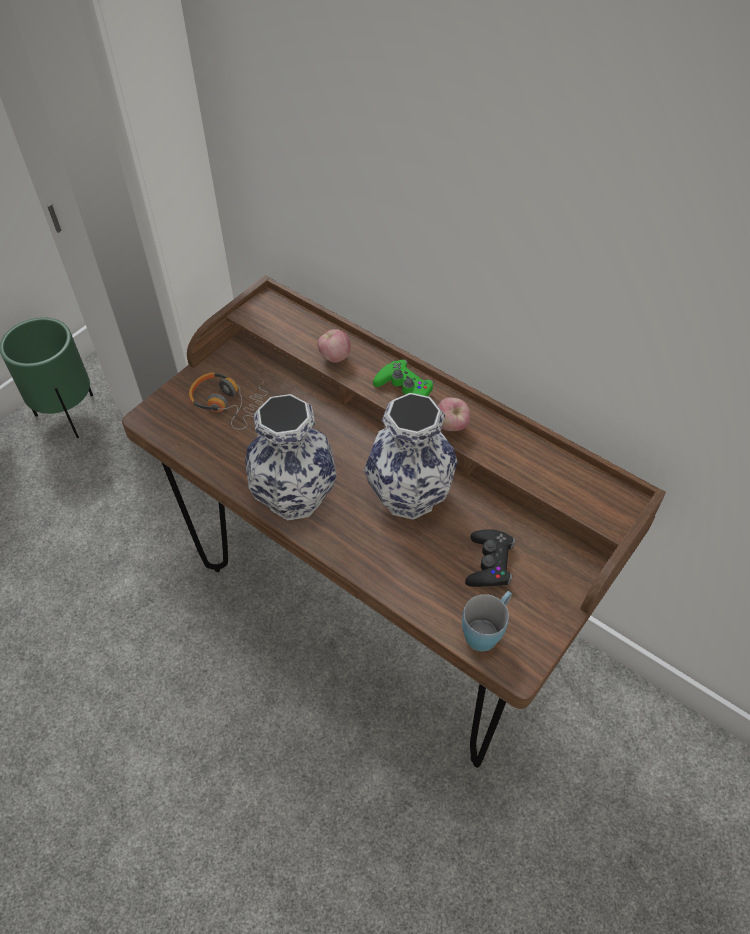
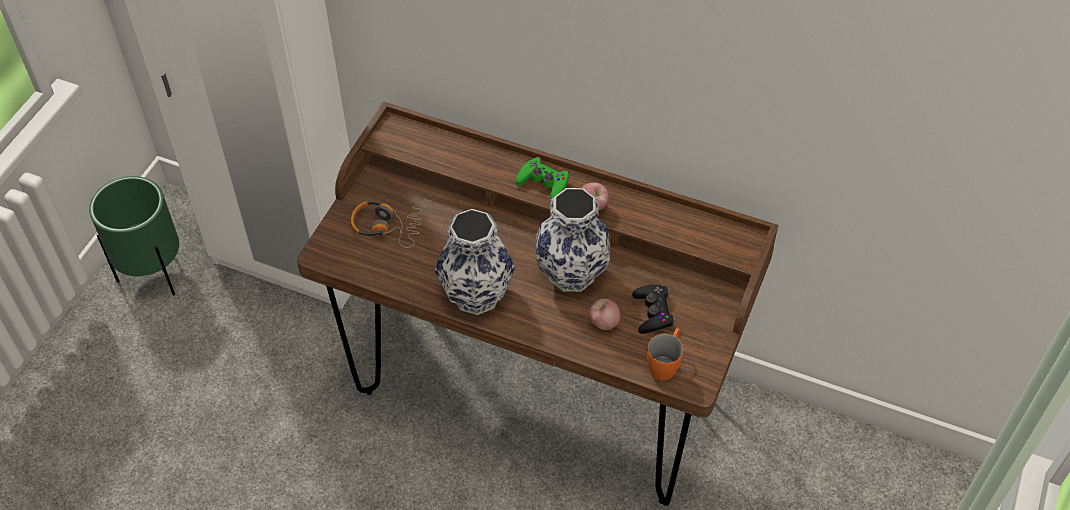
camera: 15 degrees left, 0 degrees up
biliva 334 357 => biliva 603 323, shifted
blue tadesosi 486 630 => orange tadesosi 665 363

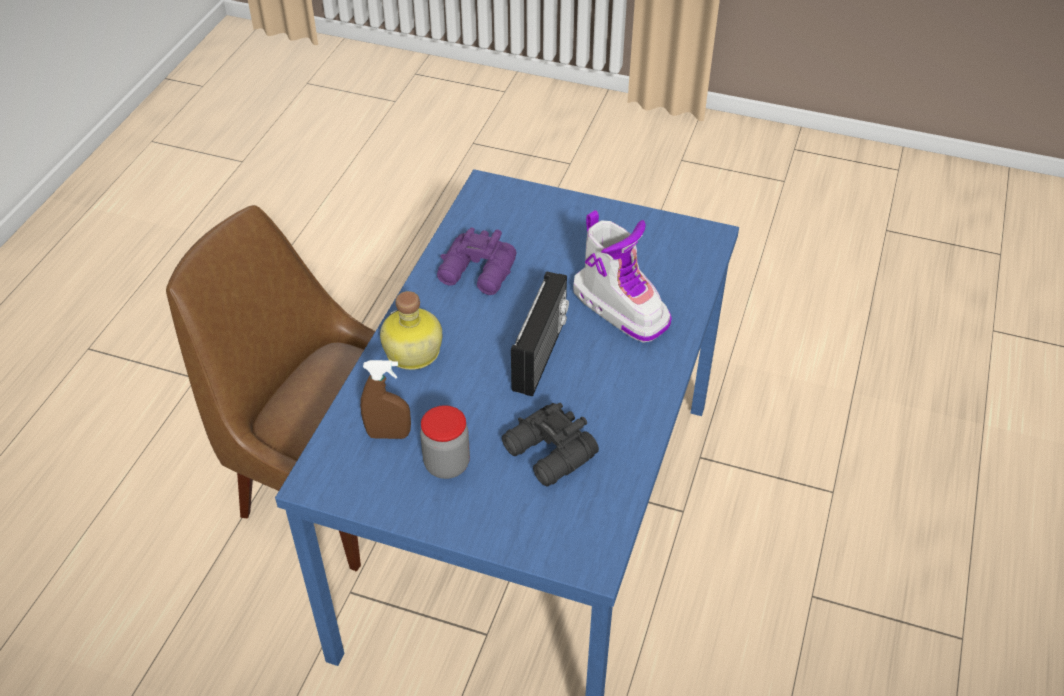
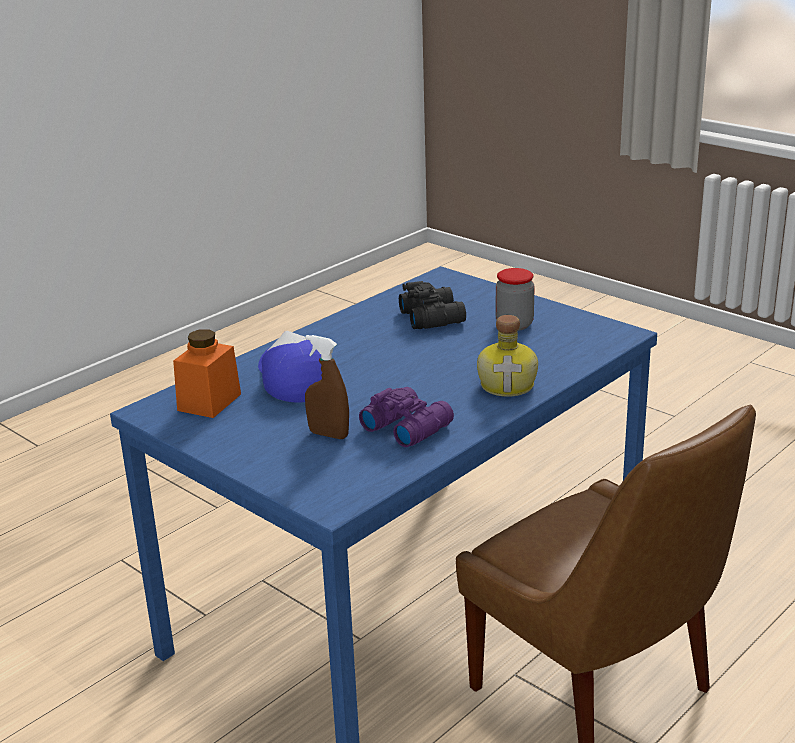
camera: 155 degrees left, 20 degrees down
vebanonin 541 354 => nothing
nothing => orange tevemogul 209 402
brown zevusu 388 434 => brown zevusu 328 434, shifted
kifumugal 621 307 => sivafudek 294 378

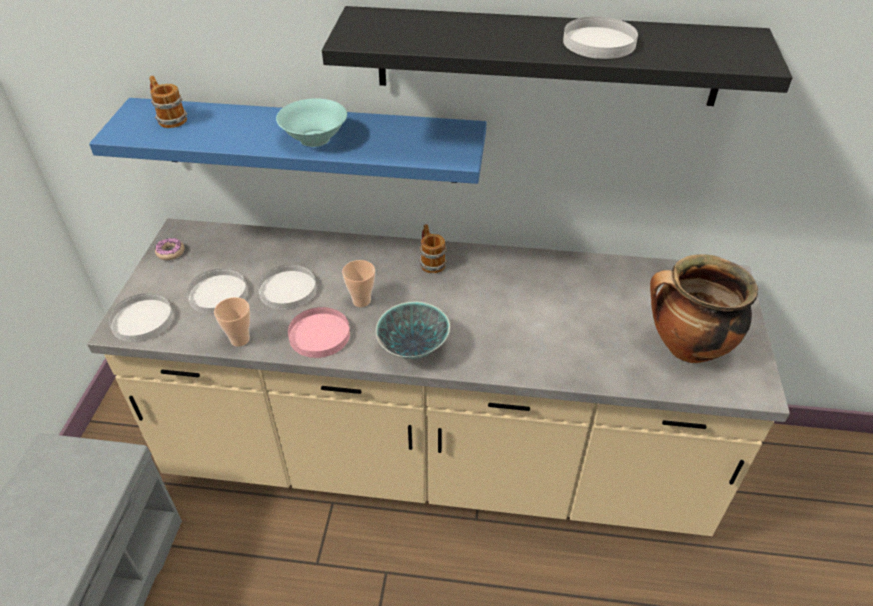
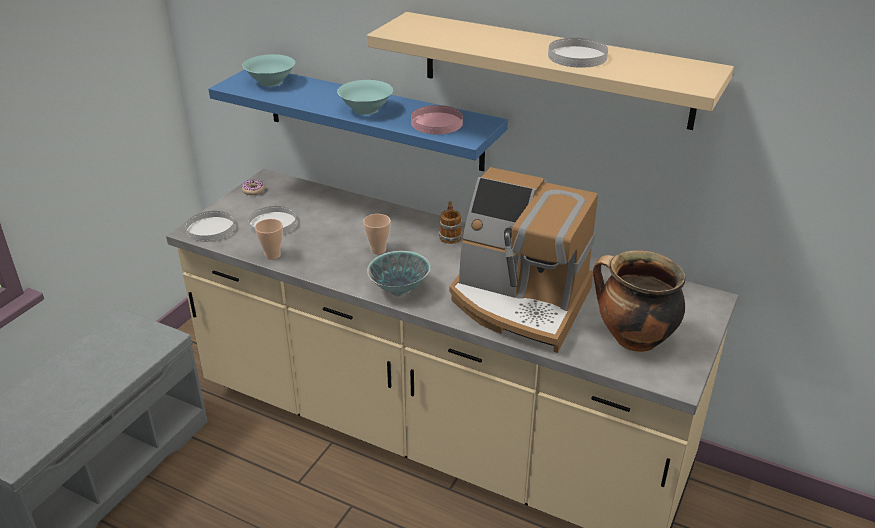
camera: 20 degrees right, 10 degrees down
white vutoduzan 287 290 => nothing
nothing => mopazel 520 302
pink vutoduzan 319 335 => pink vutoduzan 437 123, shifted
tadesosi 169 118 => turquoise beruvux 271 82
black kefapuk 547 56 => beige kefapuk 555 69

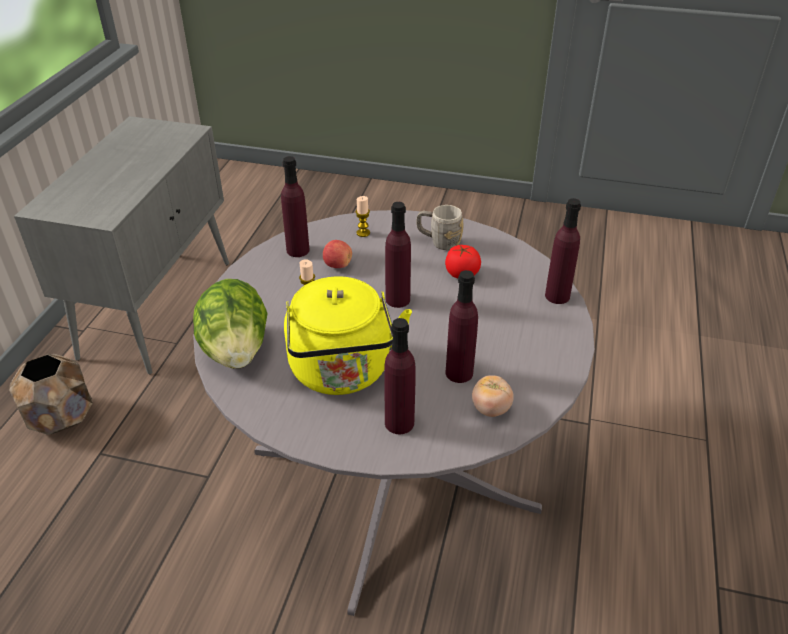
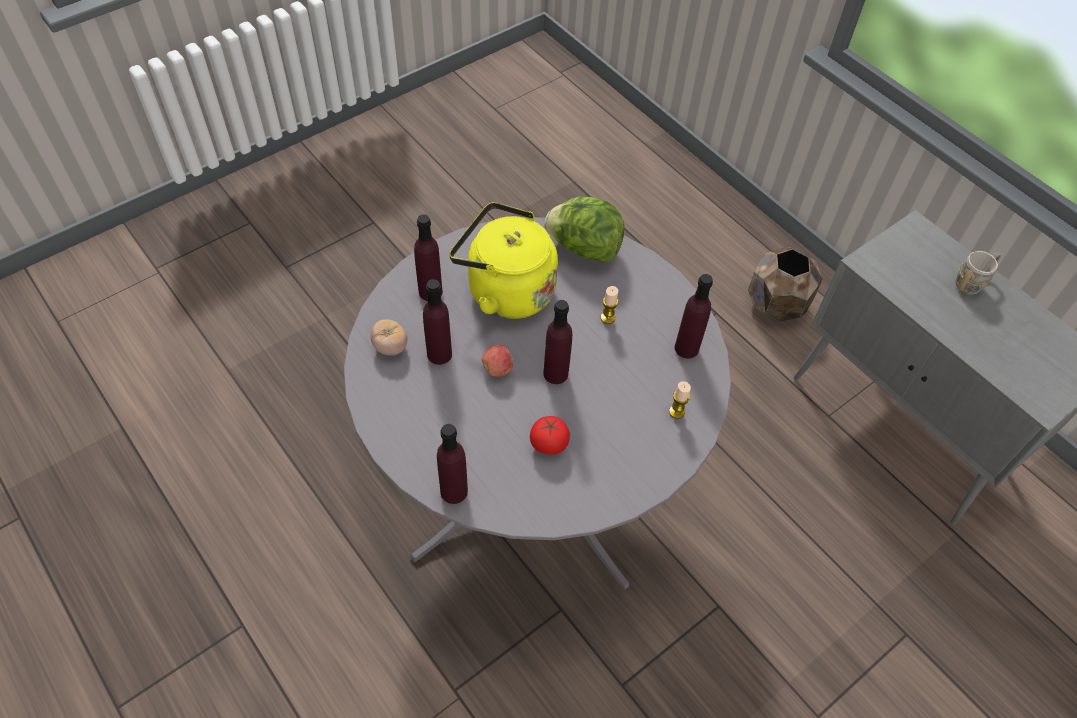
camera: 125 degrees right, 15 degrees up
biliva 337 265 => biliva 498 368, shifted
grey tadesosi 439 242 => grey tadesosi 972 282, shifted

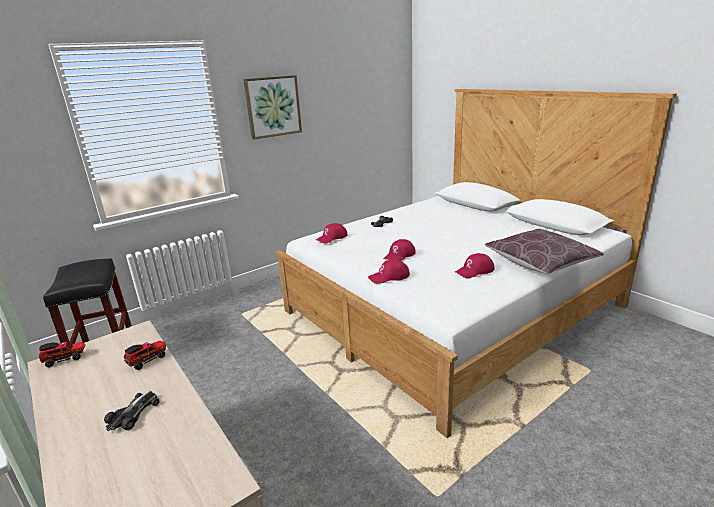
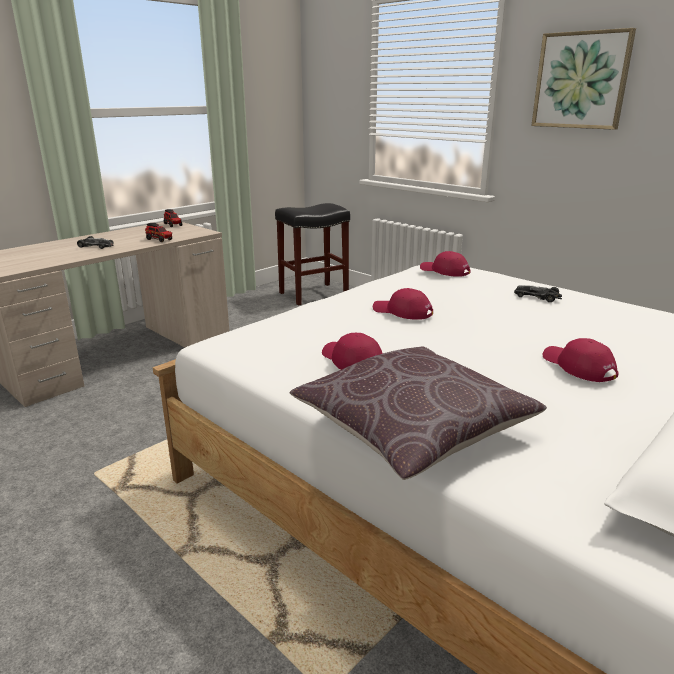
camera: 80 degrees right, 0 degrees up
red sivafudek 389 277 => red sivafudek 578 366, shifted

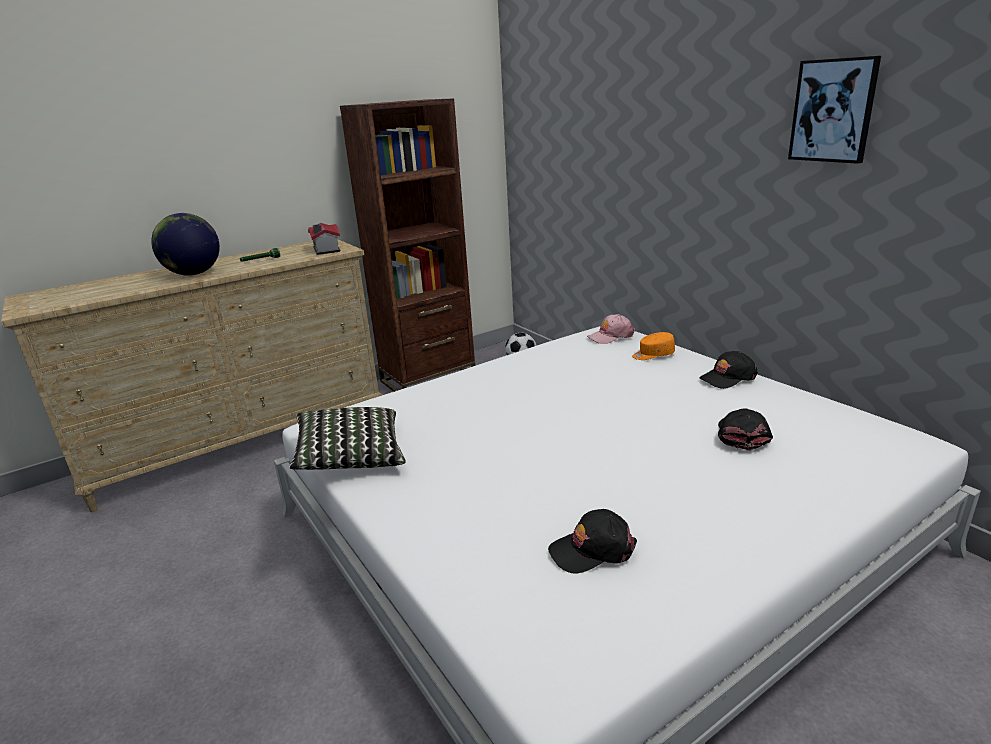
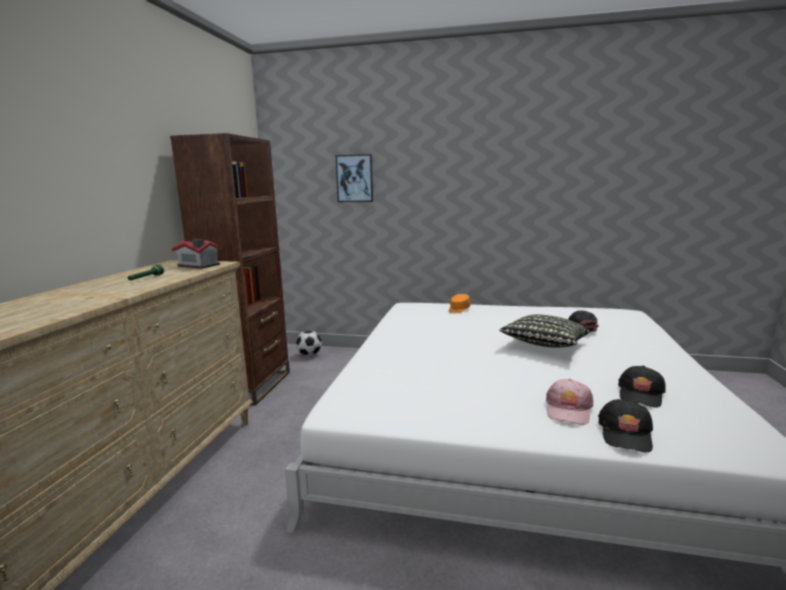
camera: 45 degrees left, 10 degrees down
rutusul 194 274 => nothing
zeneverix 351 457 => zeneverix 544 345, shifted
pink sivafudek 610 336 => pink sivafudek 568 409, shifted
black sivafudek 728 377 => black sivafudek 625 433, shifted
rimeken 833 111 => rimeken 355 178, shifted

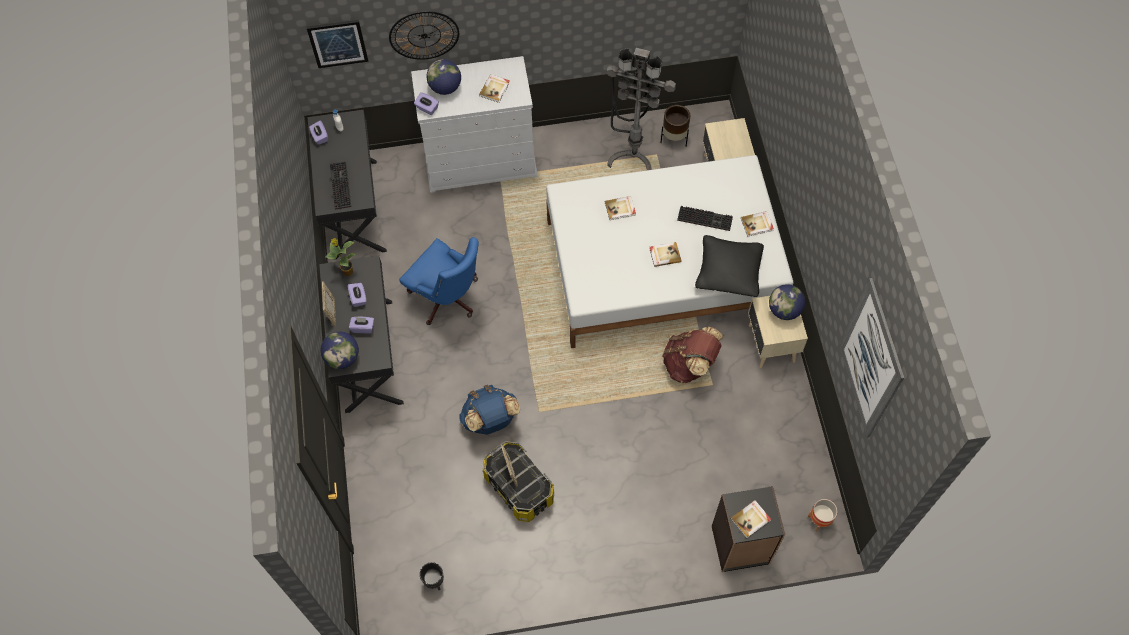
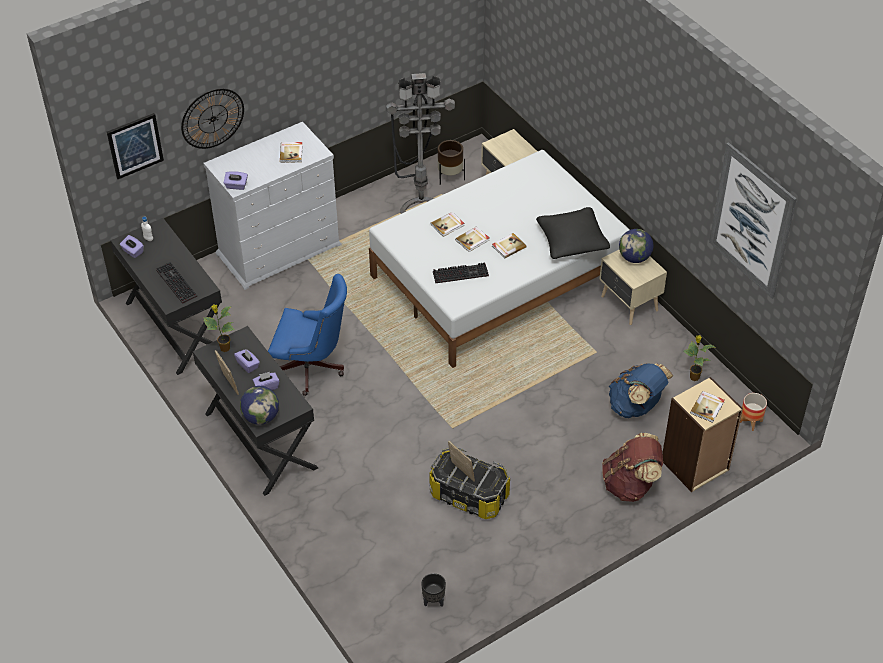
camera: 25 degrees left, 15 degrees down
rutusul 445 88 => nothing
nothing => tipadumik 694 377
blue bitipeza 490 420 => blue bitipeza 636 406, shifted
brown bitipeza 689 365 => brown bitipeza 630 485, shifted
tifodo 706 218 => tifodo 461 273, shifted
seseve 757 224 => seseve 473 240, shifted
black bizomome 740 545 => beige bizomome 695 466

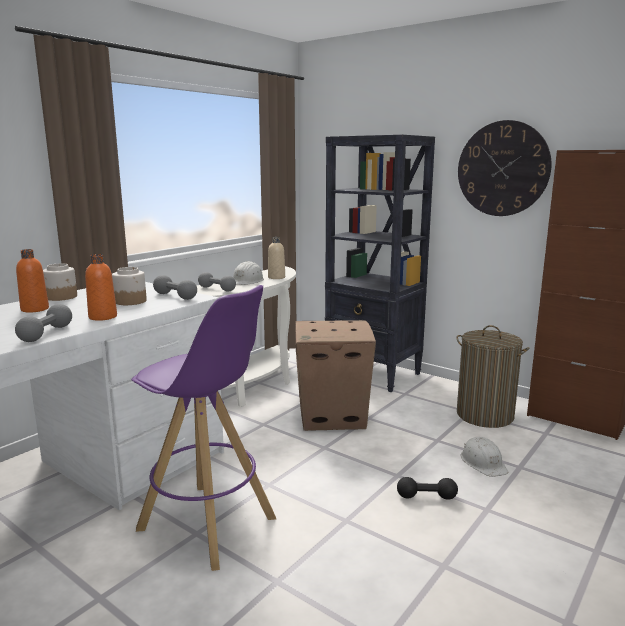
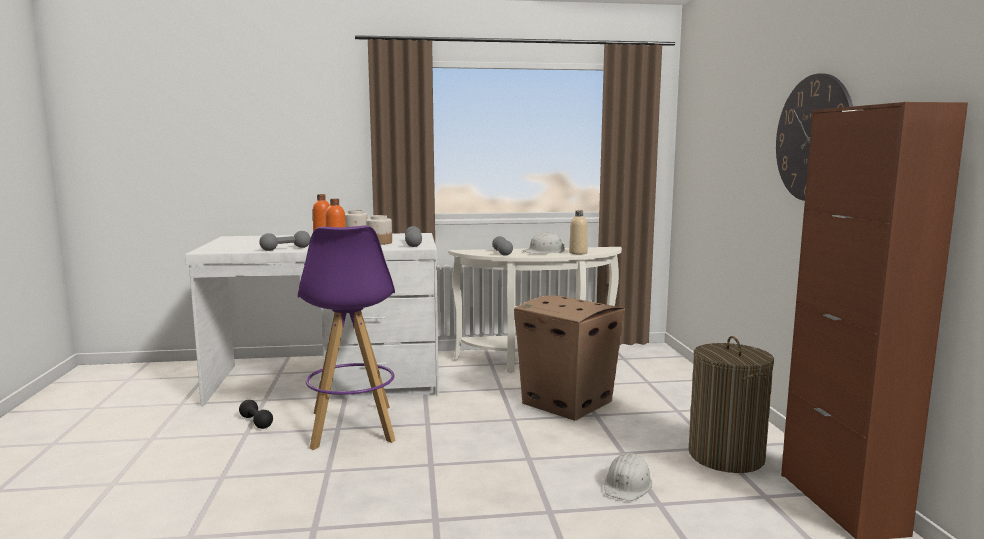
camera: 45 degrees right, 5 degrees down
black bizomome 373 374 => nothing
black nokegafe 426 497 => black nokegafe 256 422, shifted

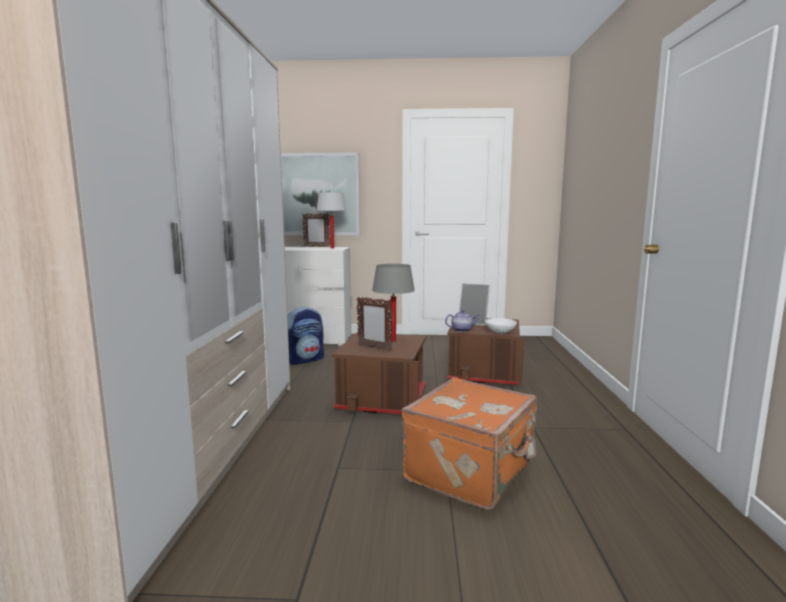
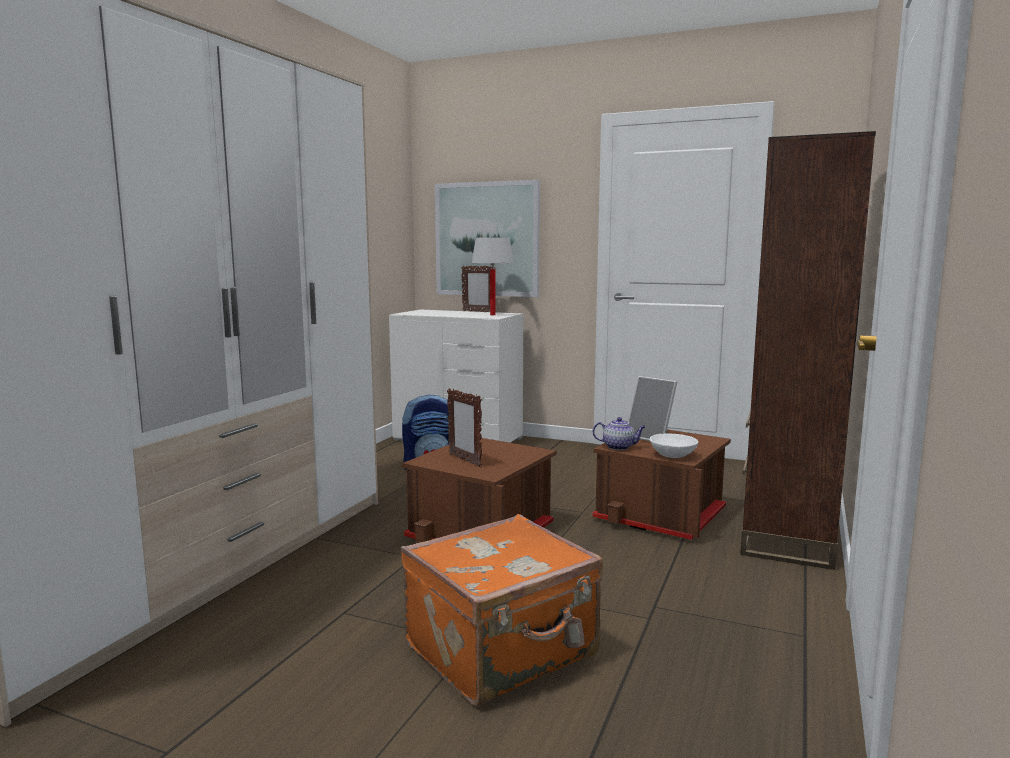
camera: 20 degrees right, 0 degrees up
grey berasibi 393 341 => nothing
nothing => brown bizomome 787 538

